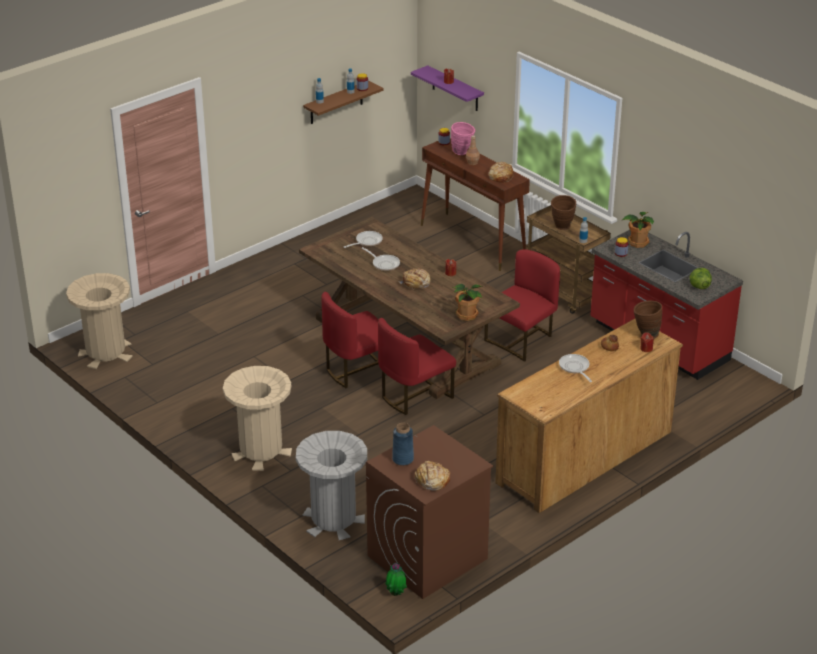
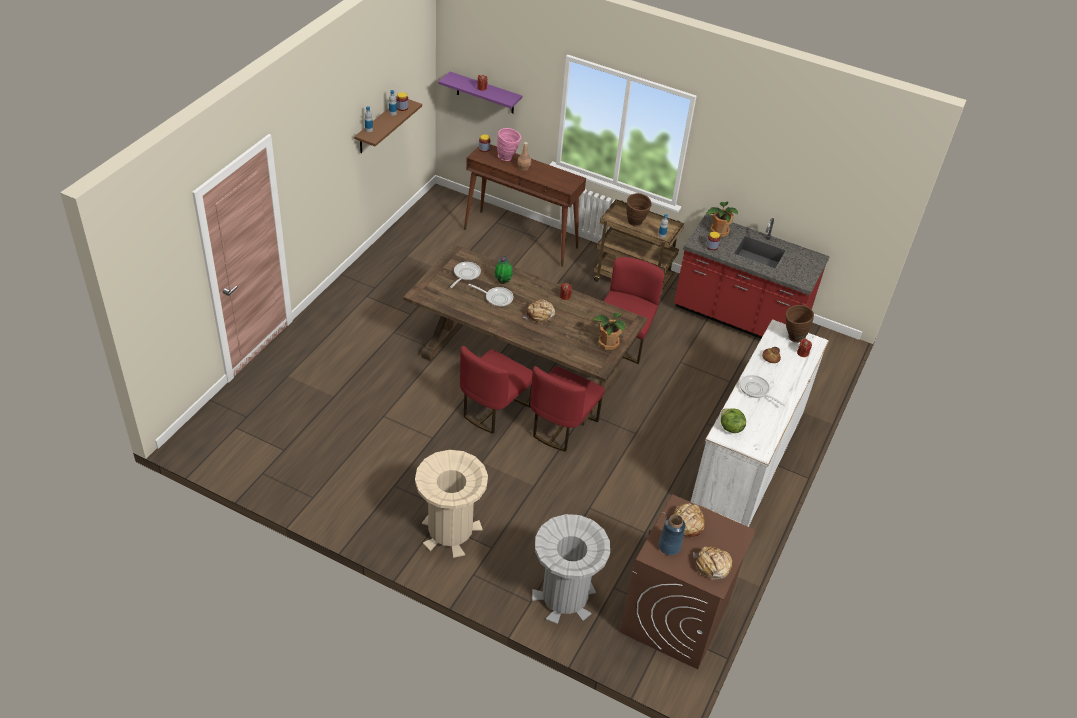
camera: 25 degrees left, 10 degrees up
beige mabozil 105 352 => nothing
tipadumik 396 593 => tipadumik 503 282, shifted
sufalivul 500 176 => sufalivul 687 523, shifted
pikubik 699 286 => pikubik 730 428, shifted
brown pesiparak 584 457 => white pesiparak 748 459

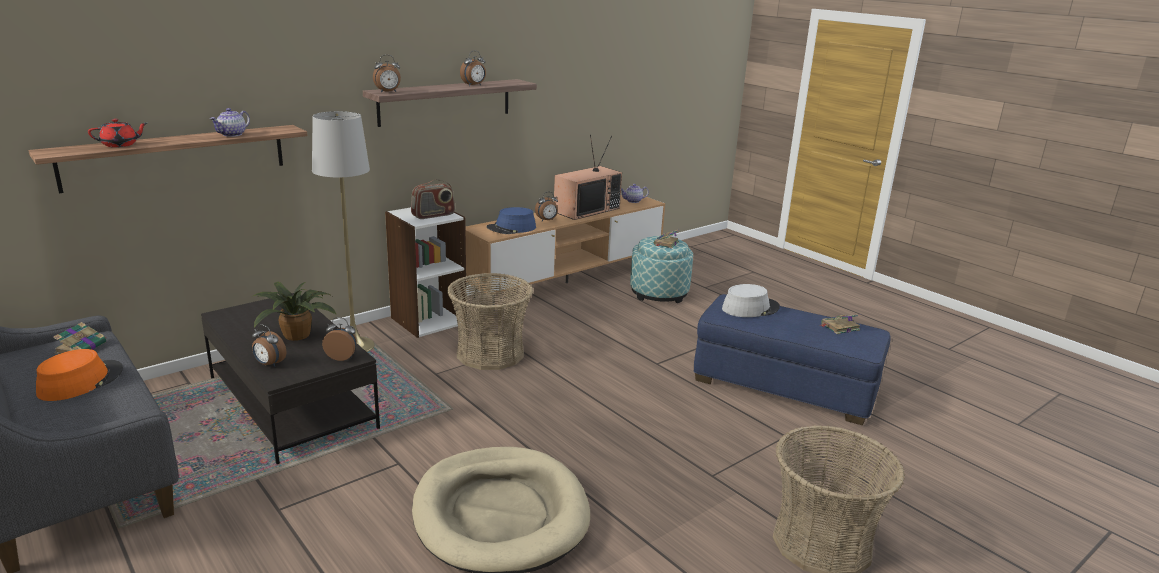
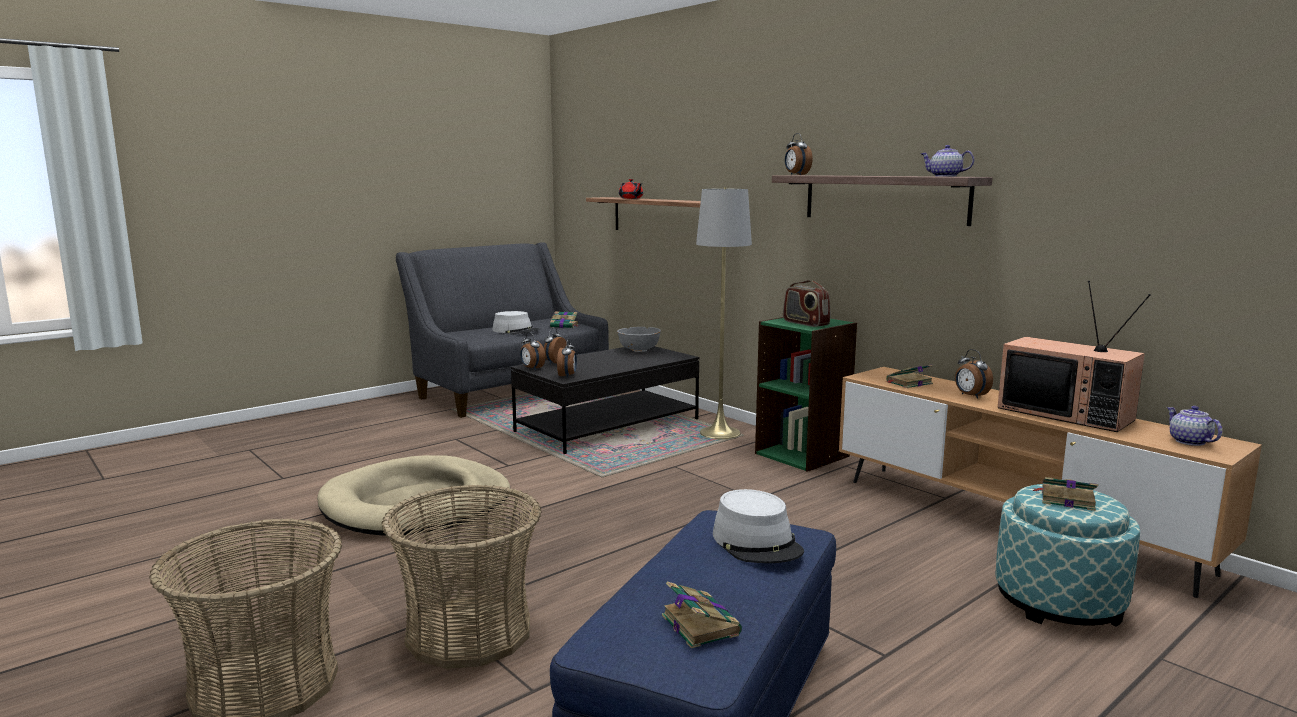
camera: 90 degrees right, 10 degrees down
tipadumik 297 334 => nothing
nothing => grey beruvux 639 350
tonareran 232 134 => tonareran 945 176, shifted
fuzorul 490 353 => fuzorul 469 632, shifted
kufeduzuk 474 85 => kufeduzuk 532 368, shifted
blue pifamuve 511 228 => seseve 908 383
orange pifamuve 80 381 => grey pifamuve 516 331
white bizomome 428 320 => green bizomome 802 455

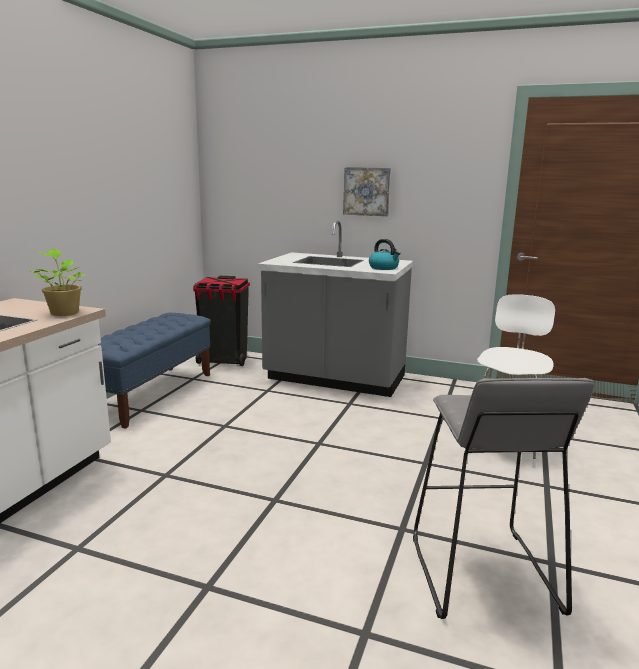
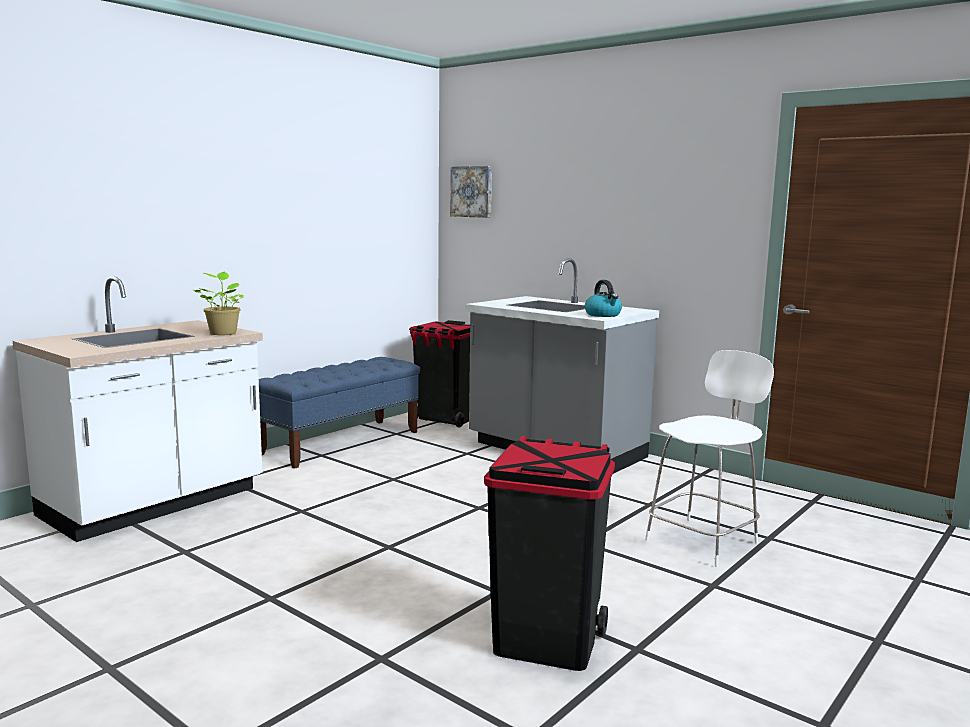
camera: 20 degrees right, 5 degrees down
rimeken 367 191 => rimeken 472 191, shifted
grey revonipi 481 573 => black mabozil 545 641

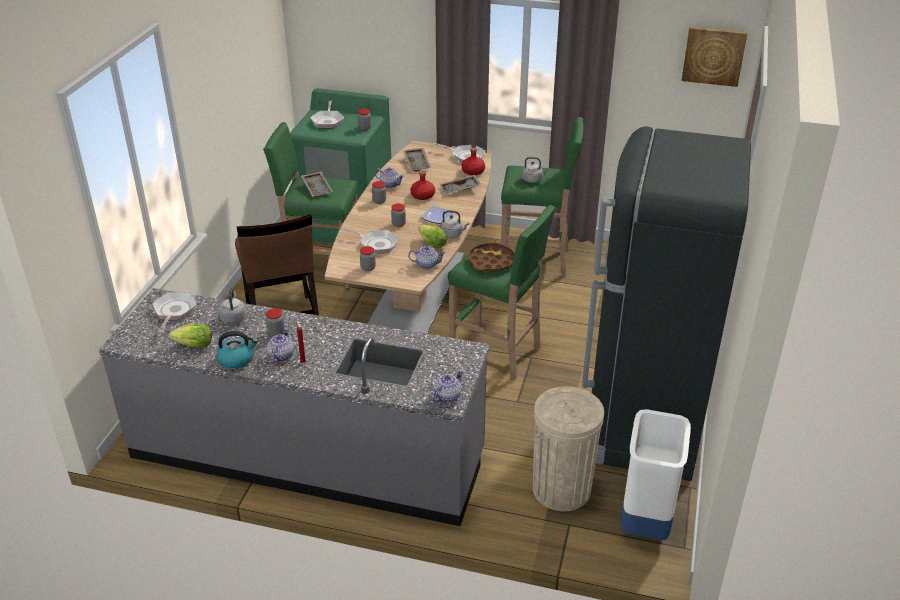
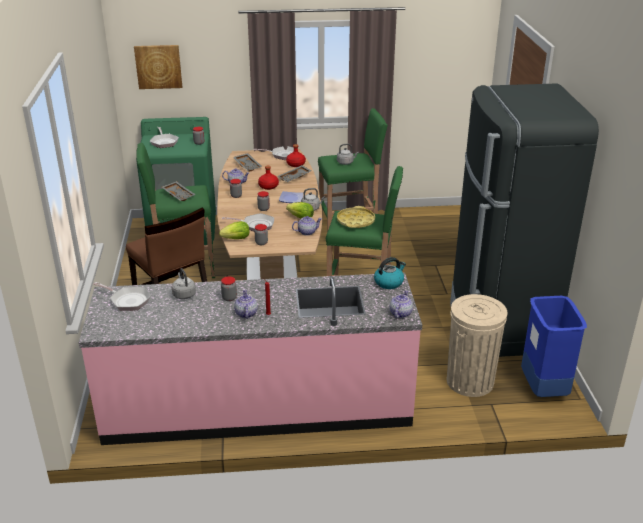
camera: 20 degrees left, 5 degrees down
pikubik 195 345 => pikubik 236 239, shifted
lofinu 237 359 => lofinu 389 282, shifted
rimeken 713 56 => rimeken 158 66, shifted
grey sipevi 308 455 => pink sipevi 258 405
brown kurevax 491 261 => yellow kurevax 355 221
white mabozil 646 523 => blue mabozil 543 389
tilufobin 174 312 => tilufobin 128 300, 135 degrees clockwise

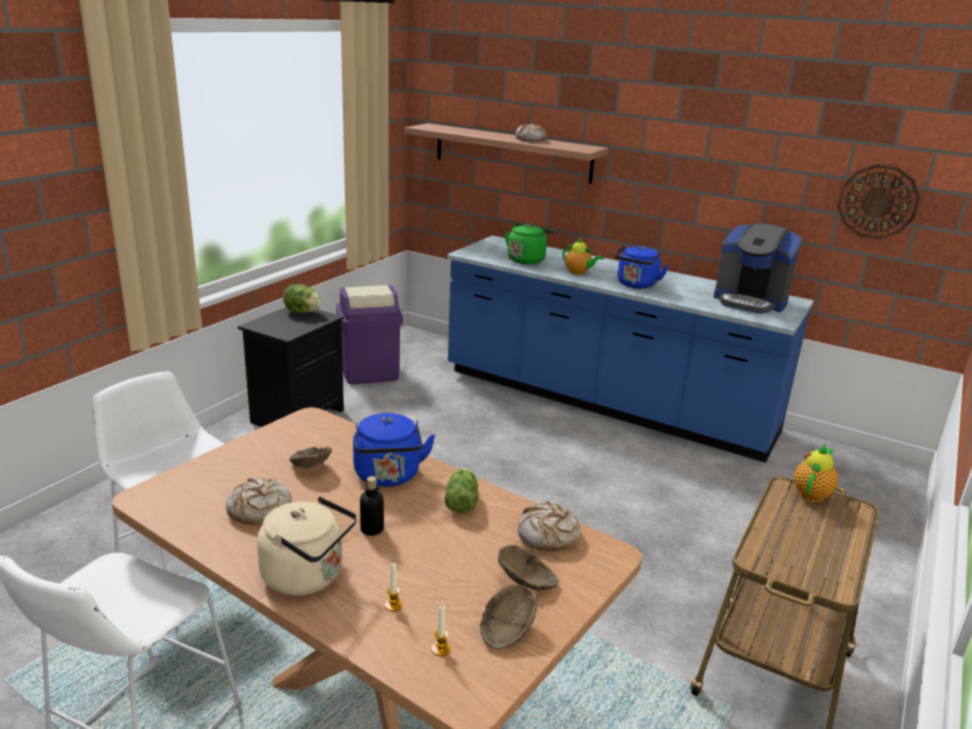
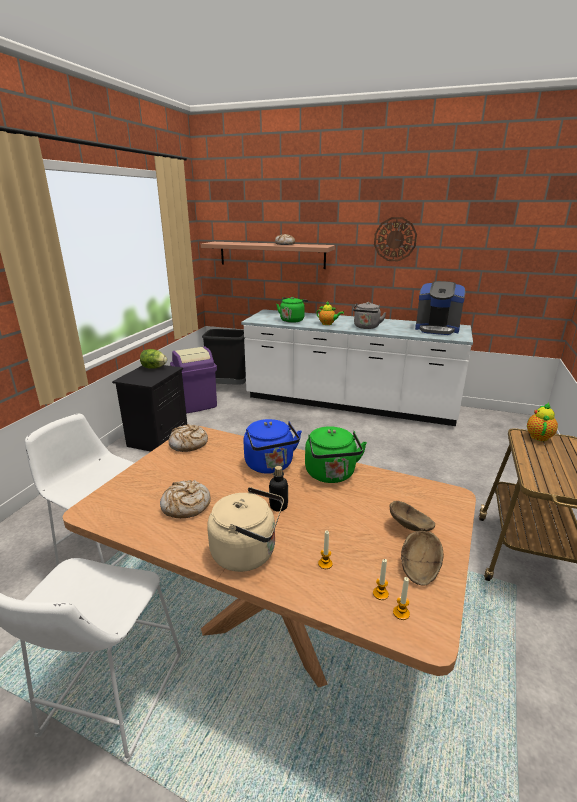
camera: 10 degrees left, 0 degrees up
brown beruvux 310 466 => nothing
nothing => black mabozil 228 386
nothing => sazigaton 401 613
sufalivul 548 535 => sufalivul 188 443, shifted
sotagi 878 202 => sotagi 395 239, shifted
pikubik 462 501 => green lofinu 331 475
blue sipevi 605 403 => white sipevi 349 404
blue lofinu 636 285 => grey lofinu 366 327

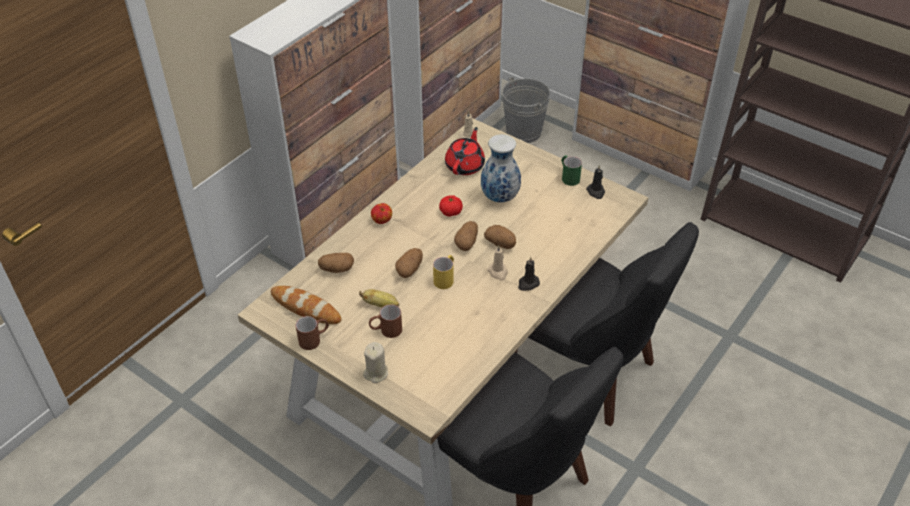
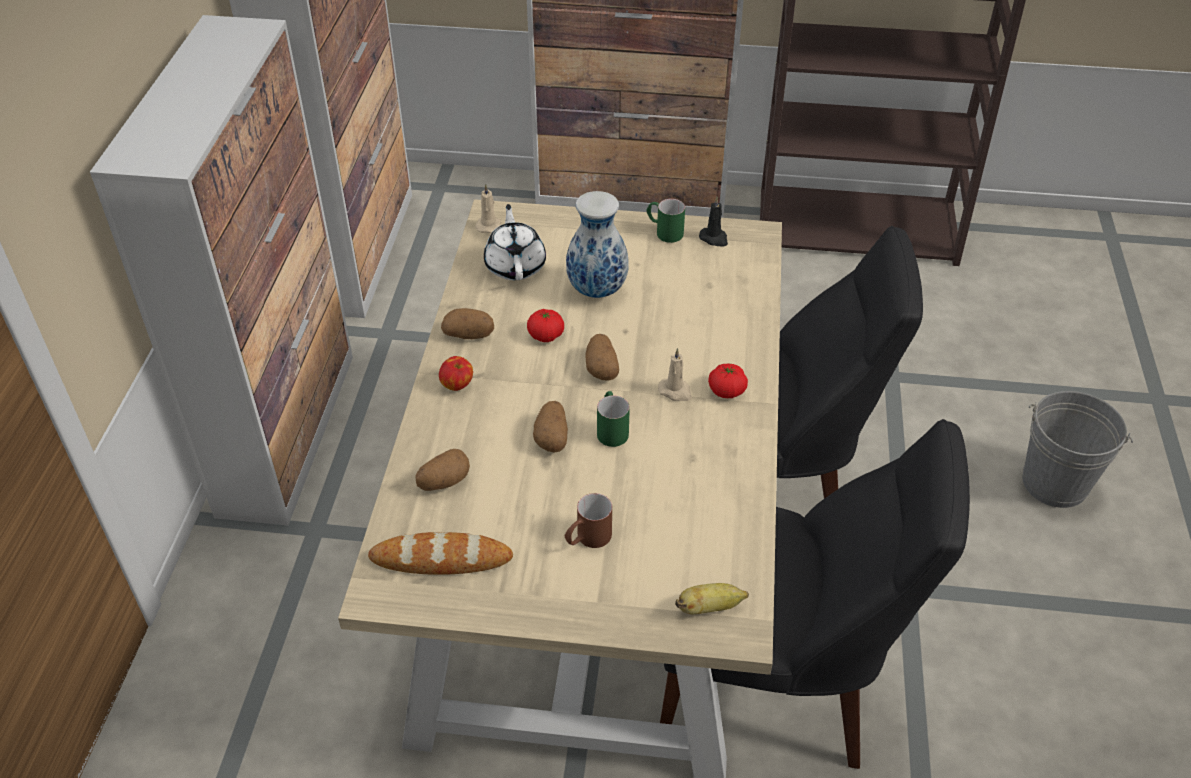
camera: 30 degrees left, 0 degrees up
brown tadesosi 314 339 => nothing
beige sazigaton 376 373 => nothing
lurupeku 381 305 => lurupeku 709 607, shifted
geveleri 501 244 => geveleri 469 335, shifted
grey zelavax 523 132 => grey zelavax 1054 483, shifted
black sazigaton 528 284 => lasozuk 726 391
yellow tadesosi 445 278 => green tadesosi 611 428
red tonareran 465 165 => white tonareran 515 265

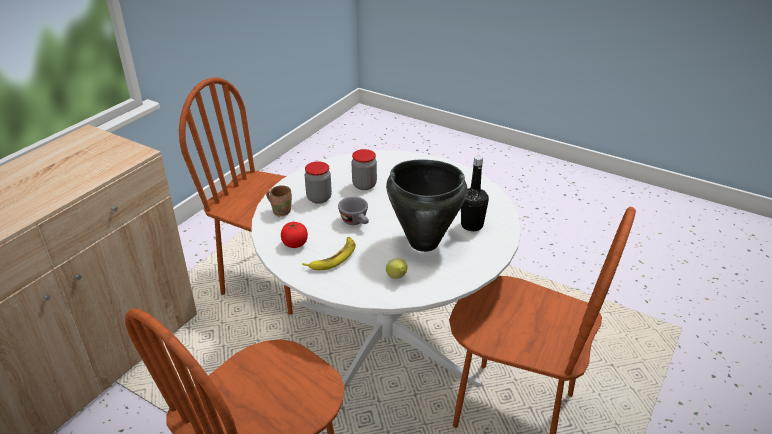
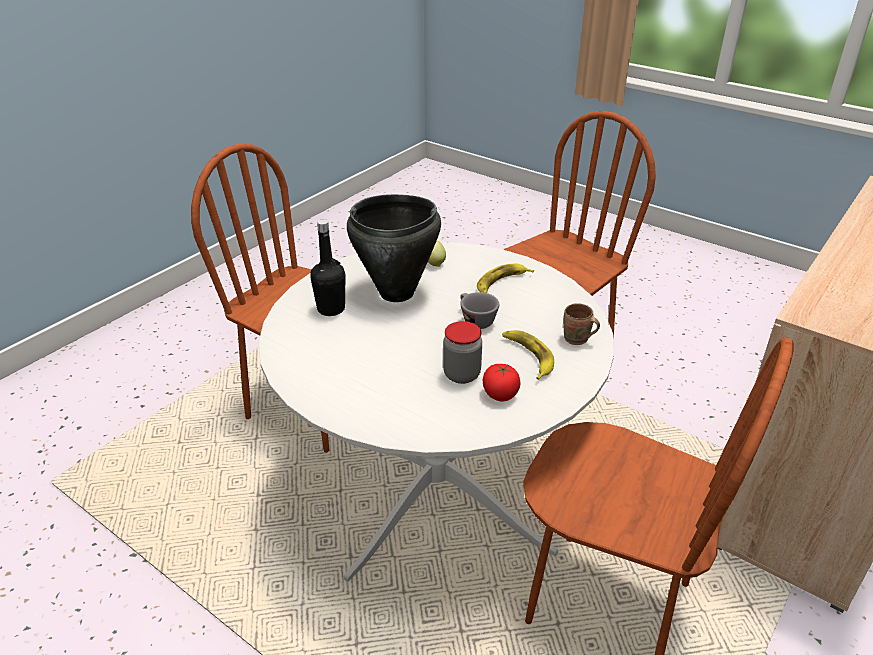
camera: 175 degrees left, 0 degrees up
lasozuk 295 244 => lasozuk 500 394, shifted
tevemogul 319 198 => lurupeku 528 356

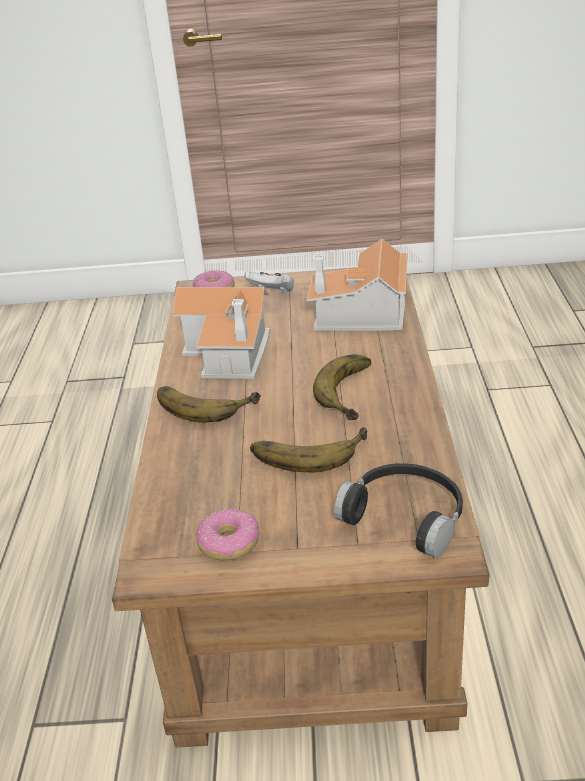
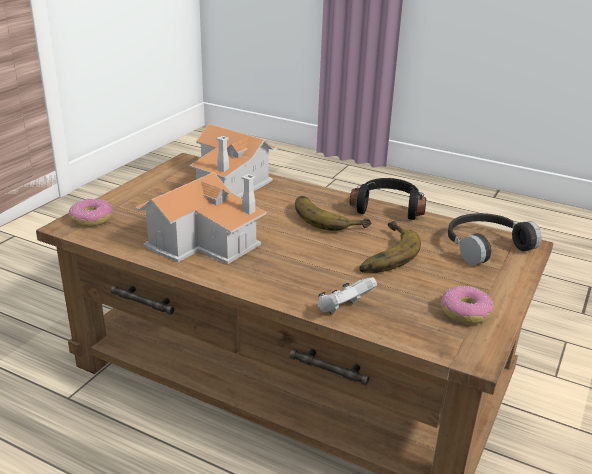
camera: 65 degrees left, 5 degrees down
lurupeku 205 403 => nothing
nothing => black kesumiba 388 207
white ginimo 272 293 => white ginimo 344 309, shifted

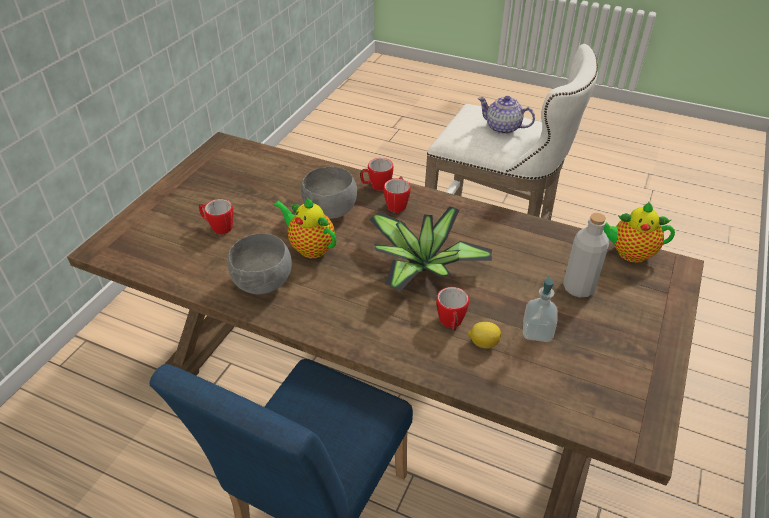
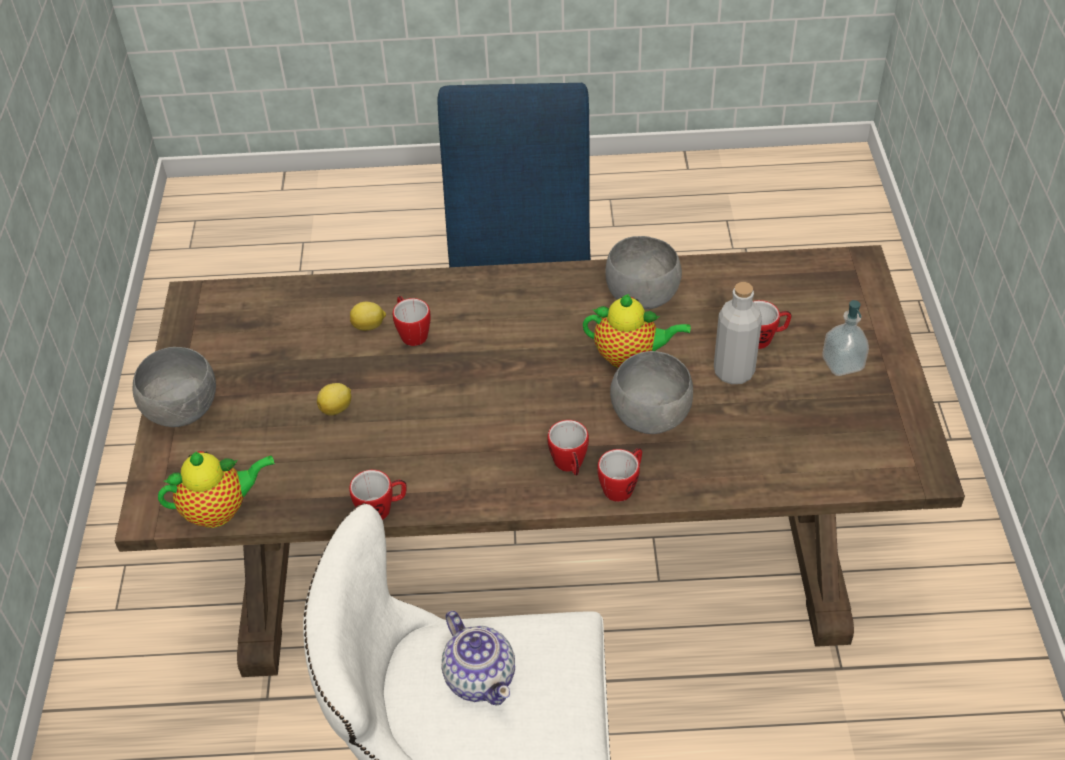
camera: 155 degrees right, 5 degrees up
tipadumik 422 267 => nothing
nothing => grey beruvux 184 410
nothing => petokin 337 408
nothing => tadesosi 382 509
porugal 537 332 => porugal 842 364, shifted
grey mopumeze 578 288 => grey mopumeze 733 371, shifted
tonareran 503 128 => tonareran 480 676, 60 degrees clockwise

